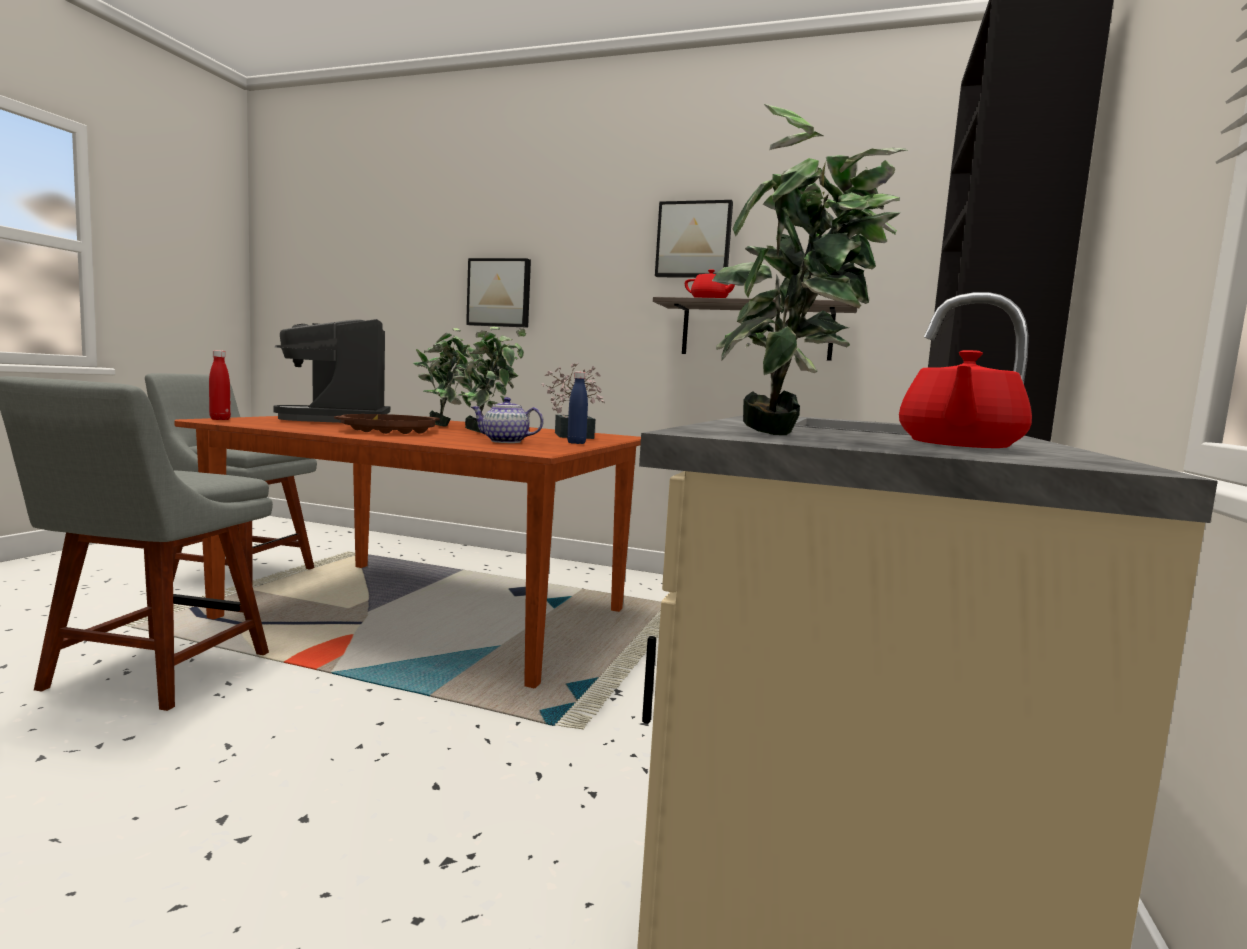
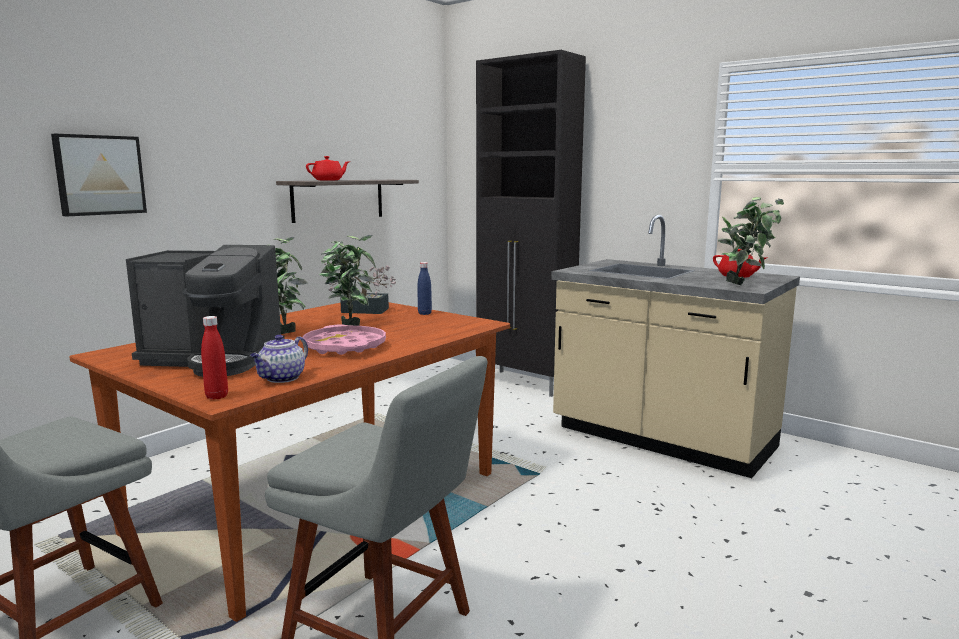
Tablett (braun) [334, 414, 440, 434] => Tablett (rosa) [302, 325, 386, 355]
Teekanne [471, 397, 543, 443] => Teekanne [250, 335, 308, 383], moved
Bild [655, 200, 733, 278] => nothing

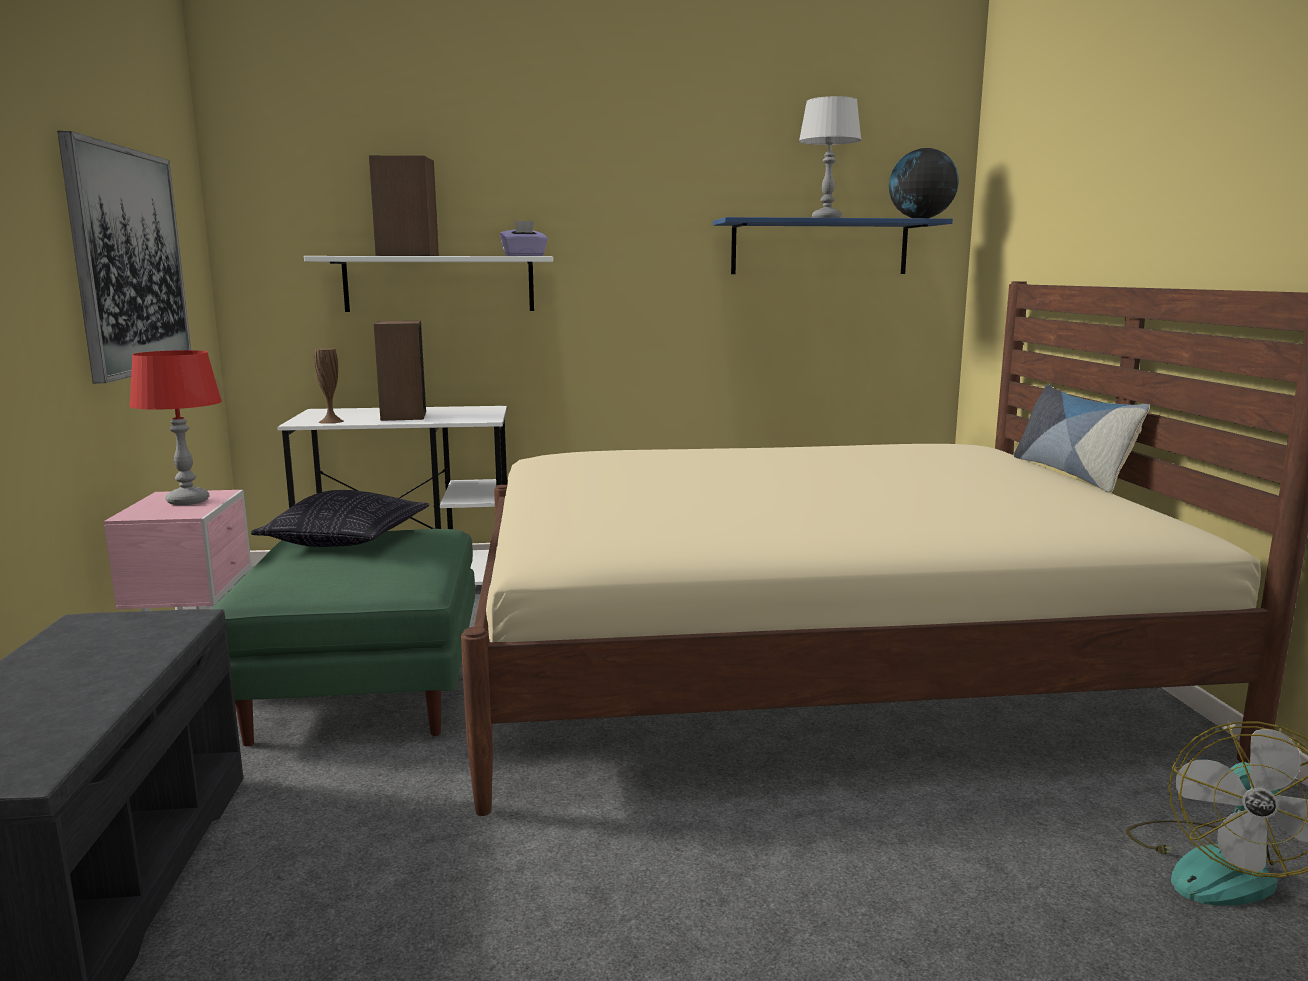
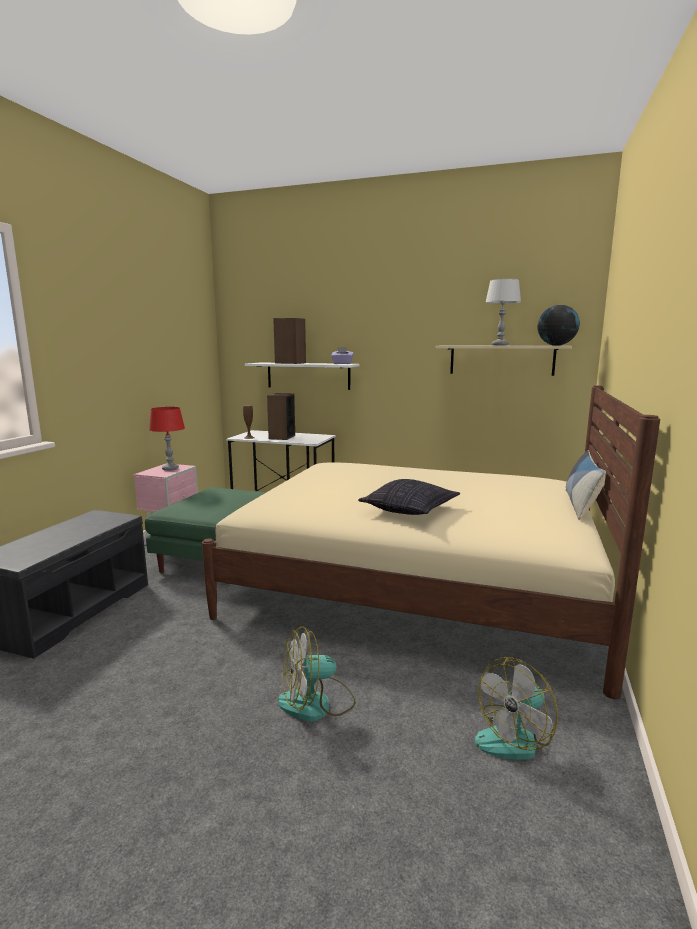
Bild [57, 131, 191, 383] => nothing
Kissen [251, 490, 429, 547] => Kissen [358, 479, 460, 515], moved
Wandregal (blau) [713, 217, 953, 274] => Wandregal (beige) [436, 346, 572, 376]
nothing => Ventilator [278, 626, 356, 721]

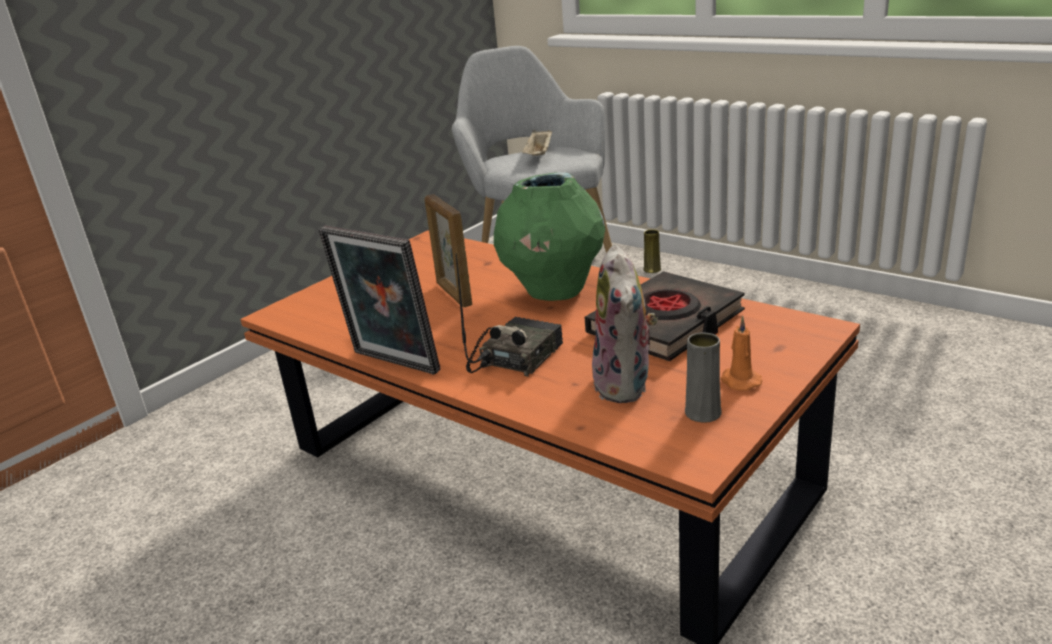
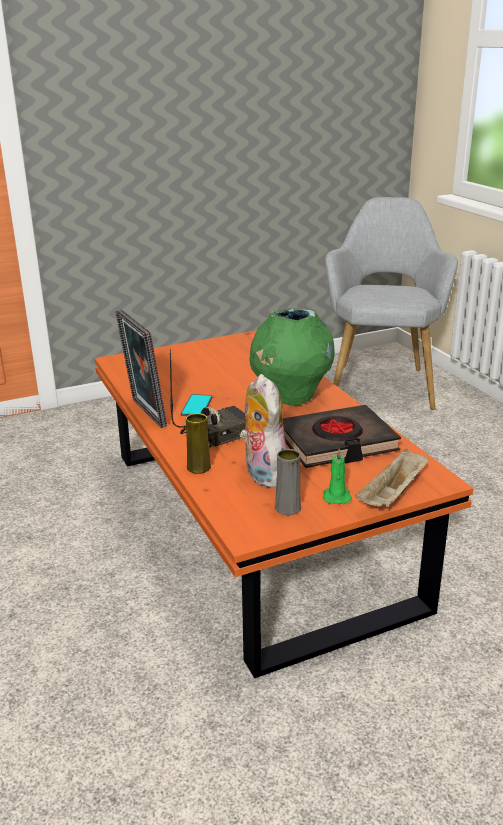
Bilderrahmen [425, 194, 472, 307] => nothing
Tablett (beige) [522, 130, 552, 156] => Tablett (beige) [356, 449, 429, 507], moved
Plüschtier [592, 244, 658, 403] => Plüschtier [240, 374, 287, 488], 135 degrees clockwise
Vase (gelb) [644, 229, 661, 273] => Vase (gelb) [186, 413, 211, 474], moved
Kerze (orange) [721, 316, 763, 391] => Kerze (grün) [323, 449, 352, 504]
nothing => Handy [181, 394, 212, 416]

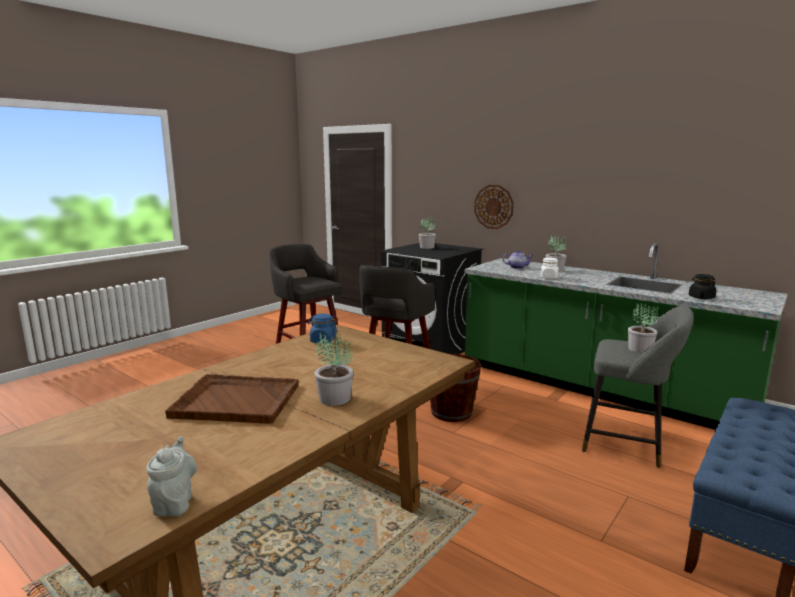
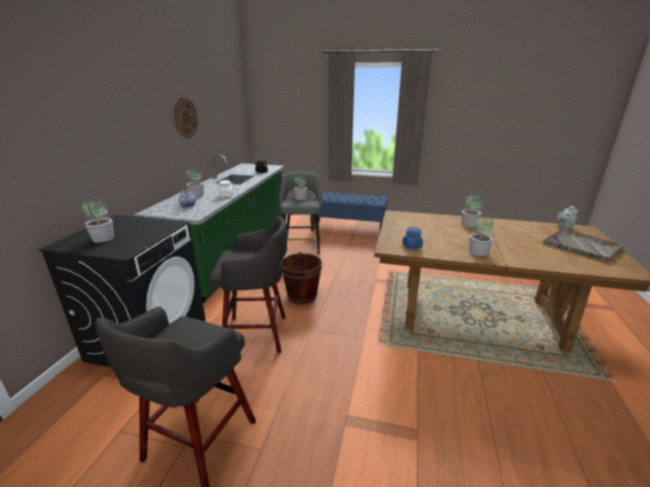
Tablett (braun) [165, 374, 299, 424] => nothing
Wanduhr [474, 185, 514, 229] => Wanduhr [174, 98, 198, 138], moved
nothing => Topfpflanze [469, 217, 494, 256]
nothing => Tablett (grau) [543, 229, 624, 262]

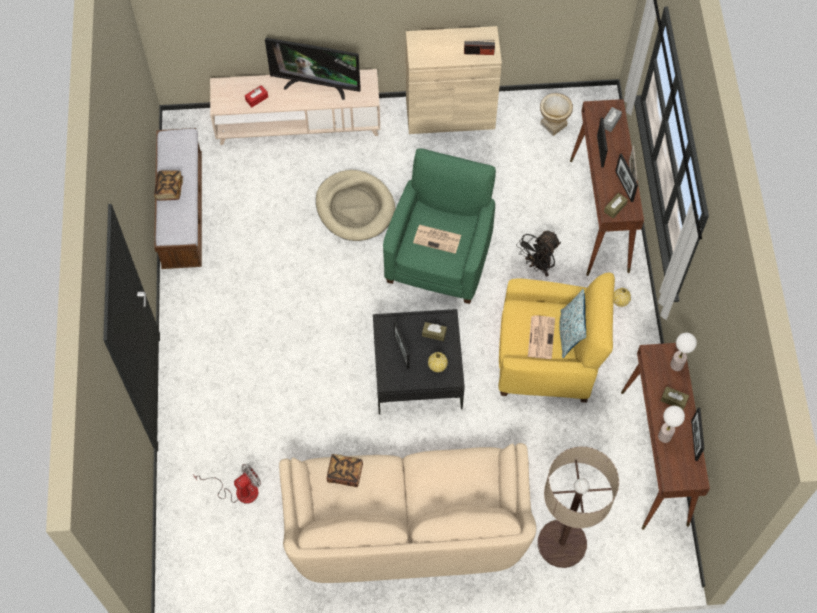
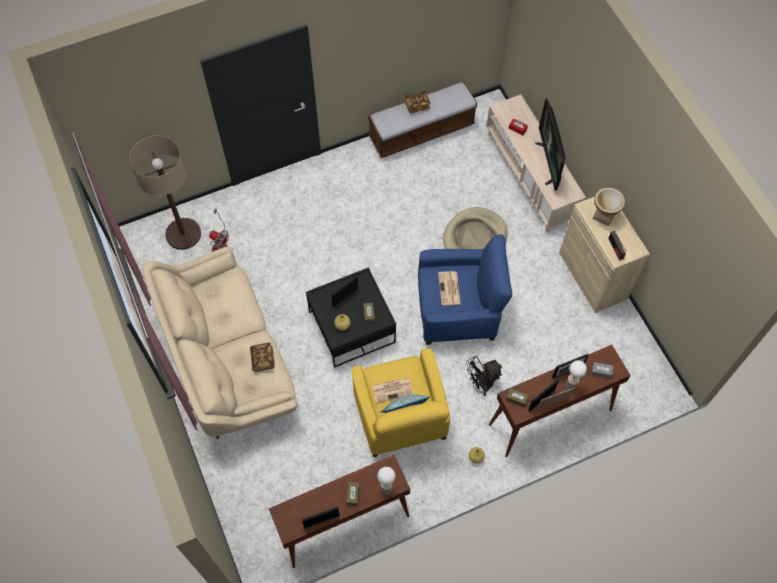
Buch [327, 454, 363, 487] => Buch [250, 342, 275, 372], moved
Sessel (grün) [383, 148, 496, 304] => Sessel (blau) [418, 234, 512, 345]
Ventilator (schwarz) [516, 231, 561, 276] => Ventilator (schwarz) [466, 356, 503, 396], 45 degrees counterclockwise
Stehlampe [538, 447, 619, 568] => Stehlampe [129, 135, 201, 250], moved
Vase [540, 93, 573, 136] => Vase [593, 187, 626, 226], moved
Tischlampe [658, 406, 685, 443] => Tischlampe [565, 360, 587, 390], moved

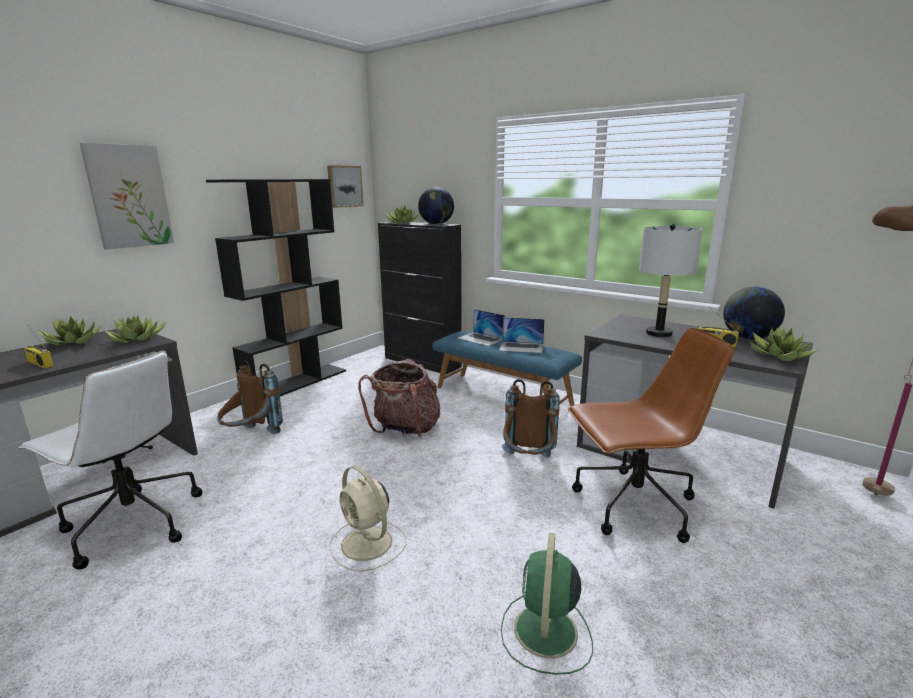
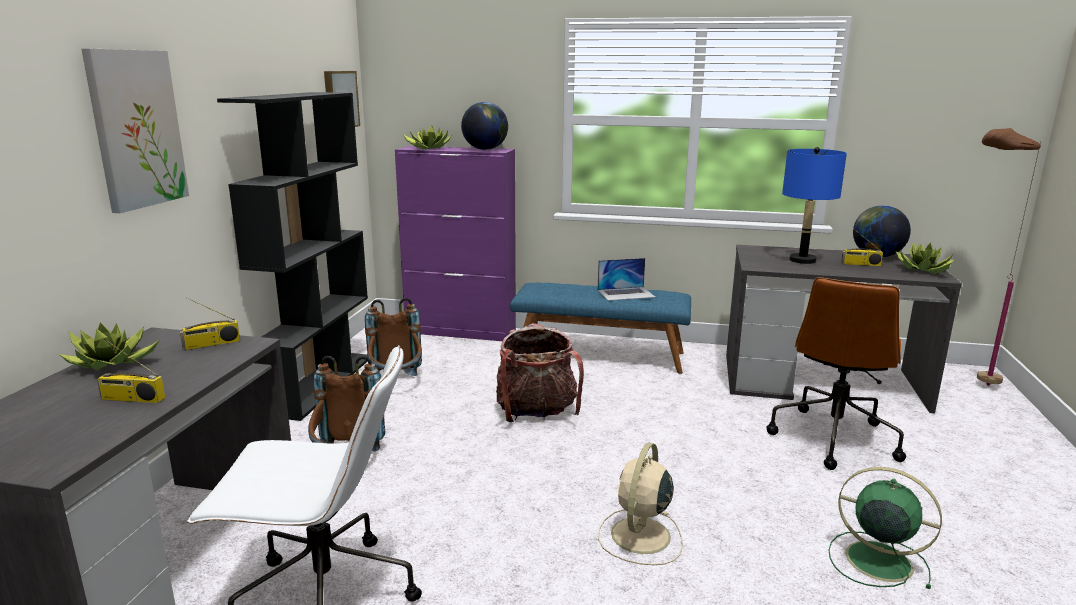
Topfpflanze [105, 315, 166, 343] => Radio [180, 298, 240, 350]
Ventilator (beige) [329, 466, 407, 571] => Ventilator (beige) [598, 443, 683, 565], 90 degrees clockwise
Schrank (schwarz) [378, 222, 462, 375] => Schrank (lila) [395, 146, 516, 341]
Laptop [458, 309, 505, 346] => nothing
Ventilator (grün) [501, 533, 593, 675] => Ventilator (grün) [828, 467, 942, 589], 135 degrees clockwise
Rucksack (braun) [502, 379, 560, 458] => Rucksack (braun) [365, 298, 422, 376], moved
Bürostuhl (braun) [568, 328, 734, 543] => Bürostuhl (braun) [767, 277, 906, 470], 150 degrees clockwise
Tischlampe (grau) [639, 224, 702, 337] => Tischlampe (blau) [782, 147, 847, 264]

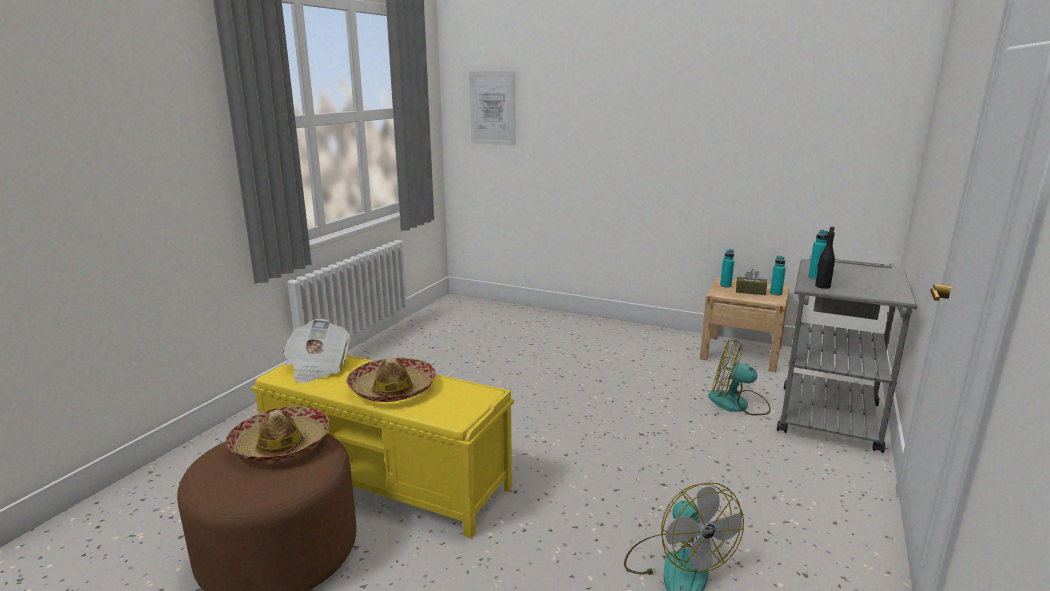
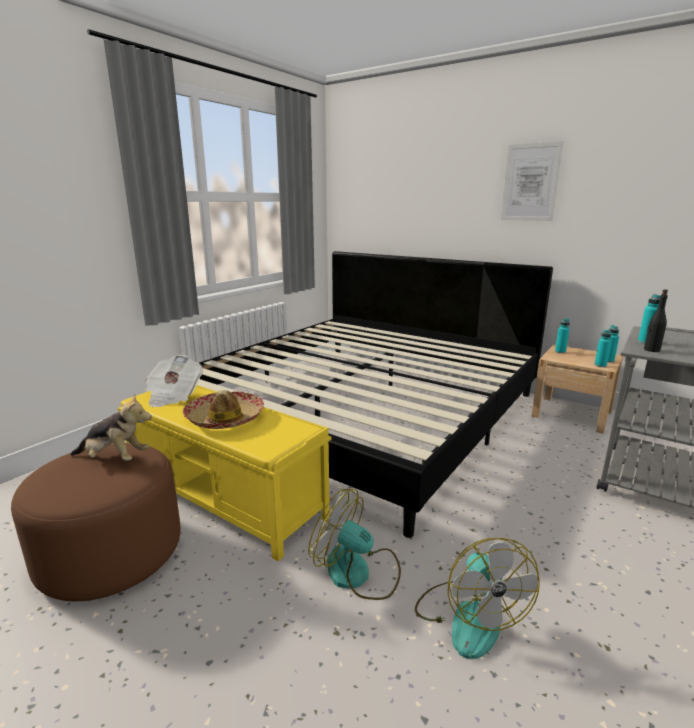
Hut [225, 406, 329, 462] => Plüschtier [71, 393, 152, 461]
Bild [469, 71, 516, 145] => Bild [501, 141, 564, 221], moved
Ventilator [708, 339, 771, 415] => Ventilator [308, 489, 401, 600], moved
Taschentuchbox (braun) [736, 269, 767, 295] => nothing
nothing => Bett [197, 251, 553, 538]
nothing => Flasche (türkis) [594, 330, 611, 367]

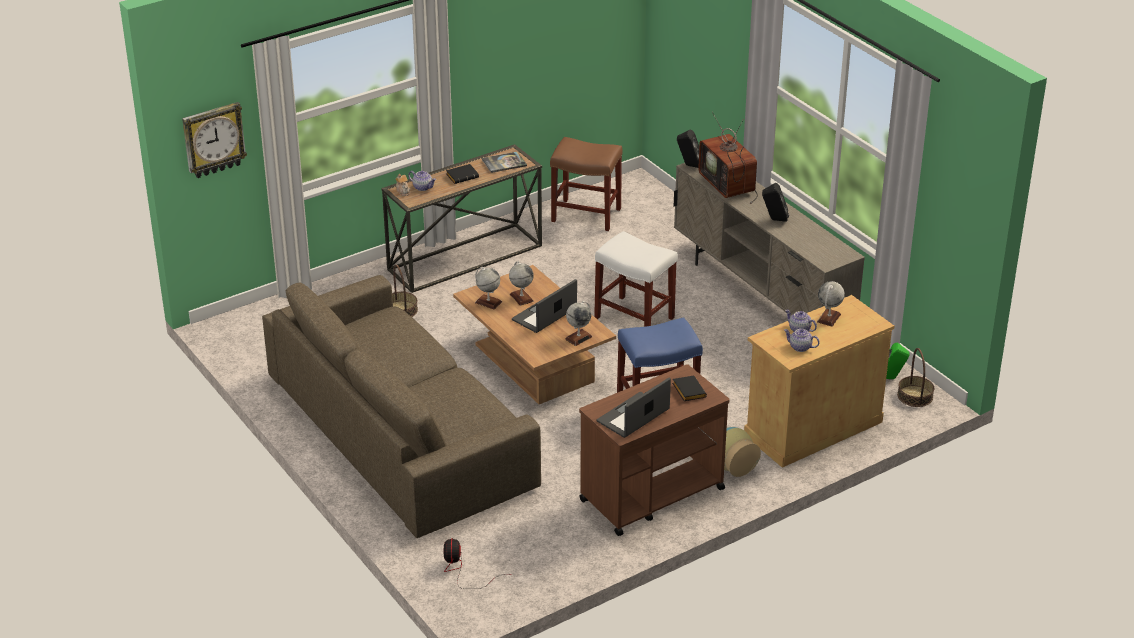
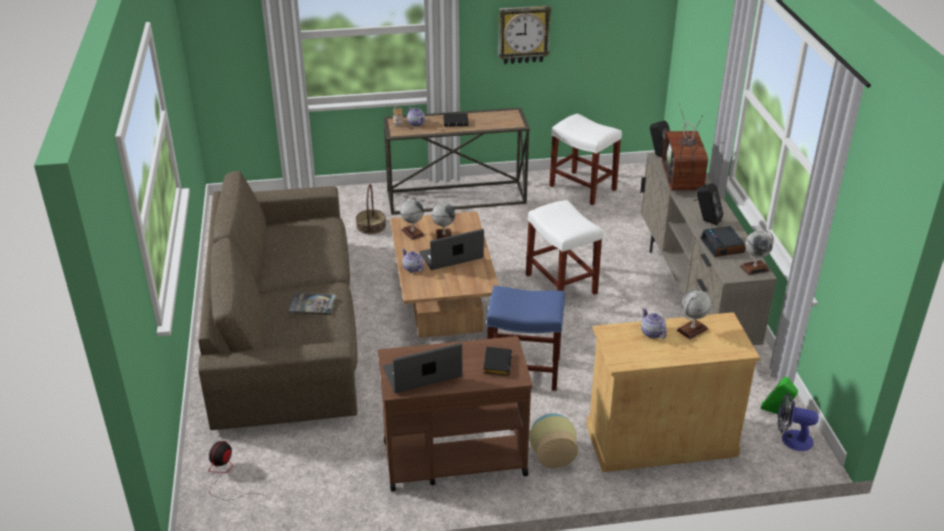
Wanduhr [182, 102, 247, 178] => Wanduhr [498, 5, 551, 64], moved
Buch [482, 152, 527, 173] => Buch [288, 293, 336, 315], moved
Hocker (braun) [550, 137, 622, 231] => Hocker (weiß) [549, 113, 622, 205]
Globus [565, 301, 593, 346] => Globus [740, 230, 774, 275], moved
Teekanne [784, 329, 820, 352] => Teekanne [402, 249, 424, 272], moved
Korb [897, 348, 934, 407] => Ventilator [778, 393, 819, 451]
nothing => Wecker [700, 226, 746, 257]

